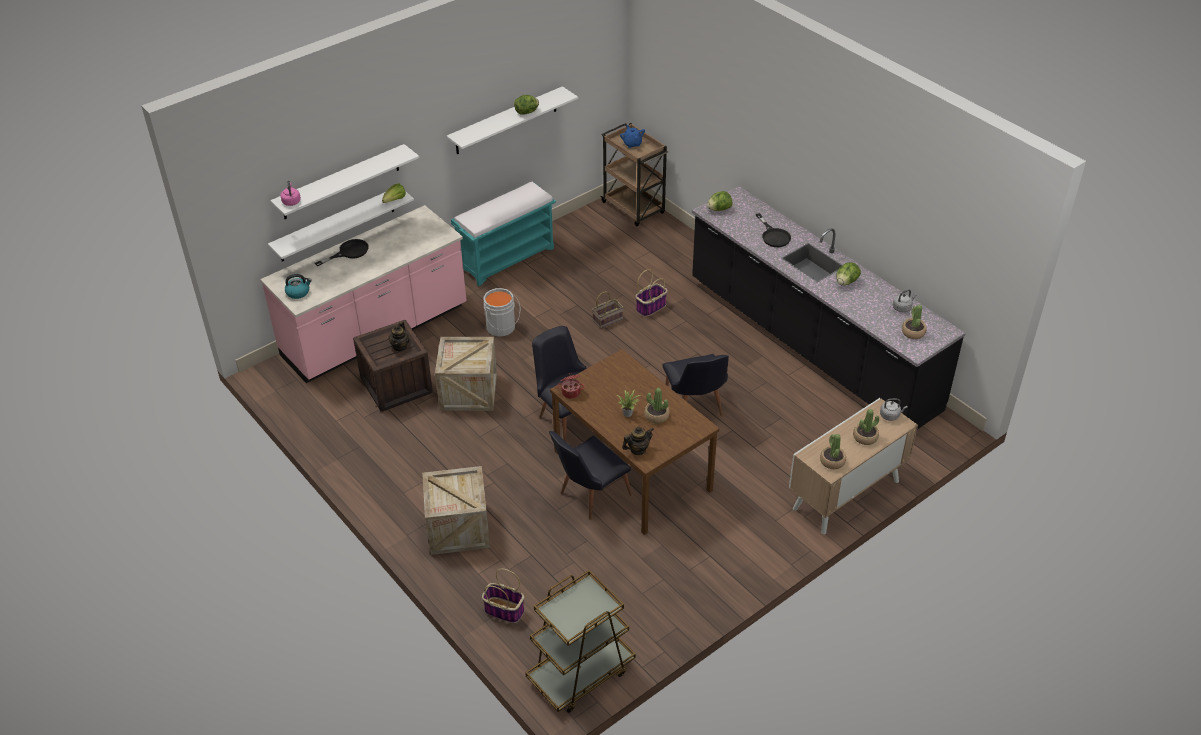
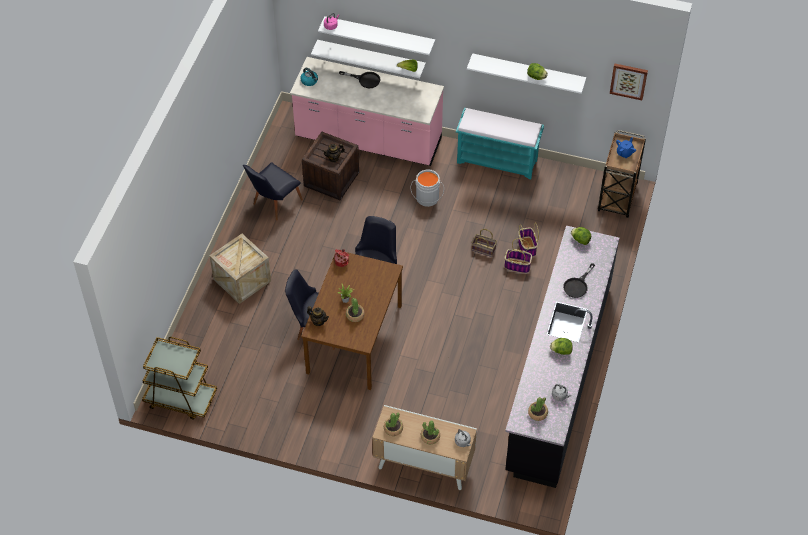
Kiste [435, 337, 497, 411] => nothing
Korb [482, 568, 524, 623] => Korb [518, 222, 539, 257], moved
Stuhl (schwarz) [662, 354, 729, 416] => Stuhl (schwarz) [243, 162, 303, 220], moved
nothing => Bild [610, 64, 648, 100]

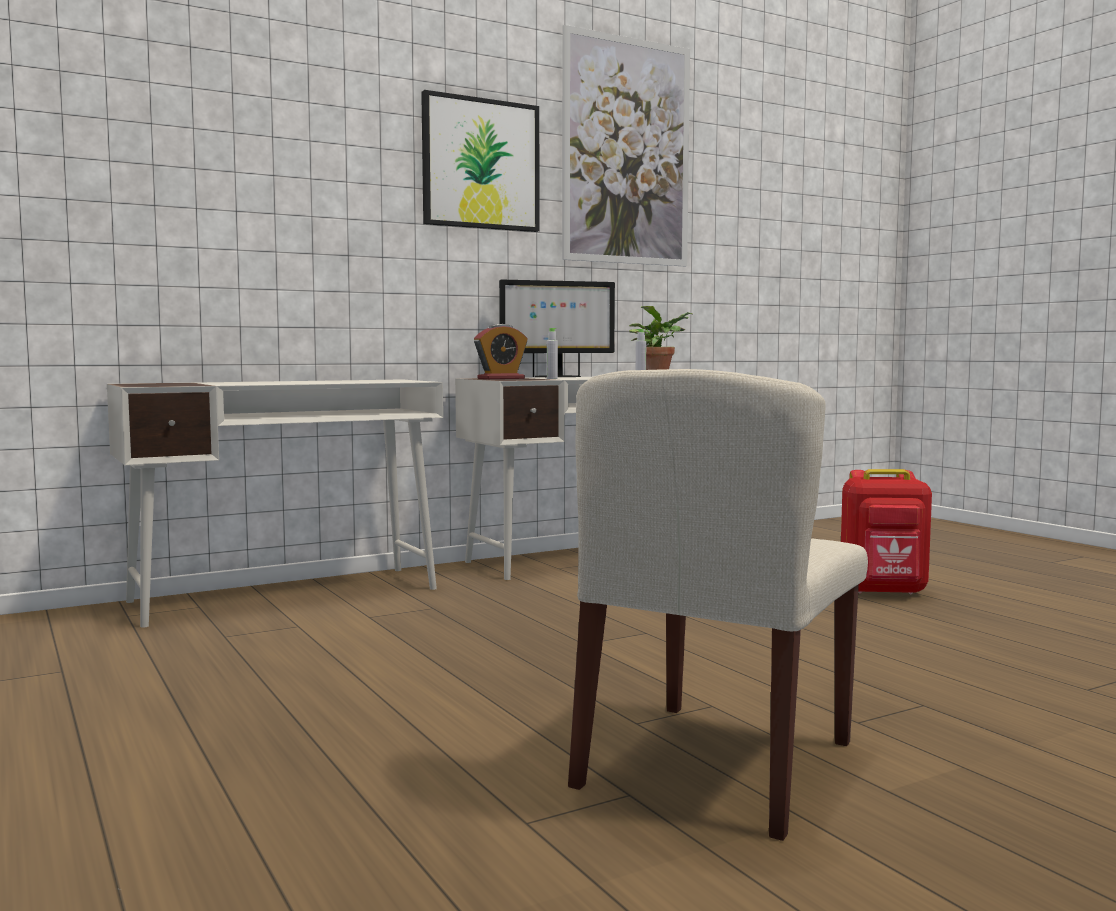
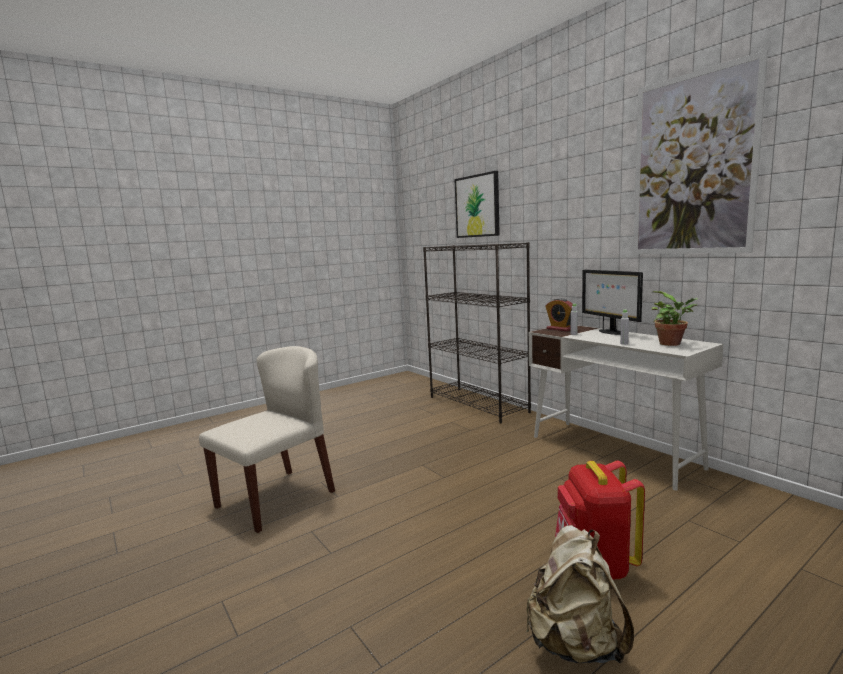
Schreibtisch (weiß) [107, 379, 443, 628] => Bücherregal (schwarz) [423, 242, 531, 424]
Bild [421, 90, 540, 232] => Bild [454, 171, 500, 238], moved
Stuhl (beige) [568, 369, 868, 841] => Stuhl (beige) [199, 346, 335, 533], 105 degrees clockwise
nothing => Rucksack (beige) [526, 525, 634, 664]

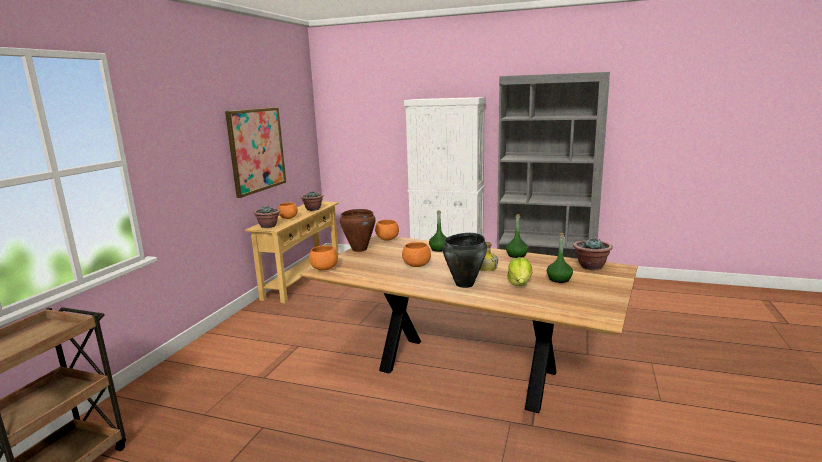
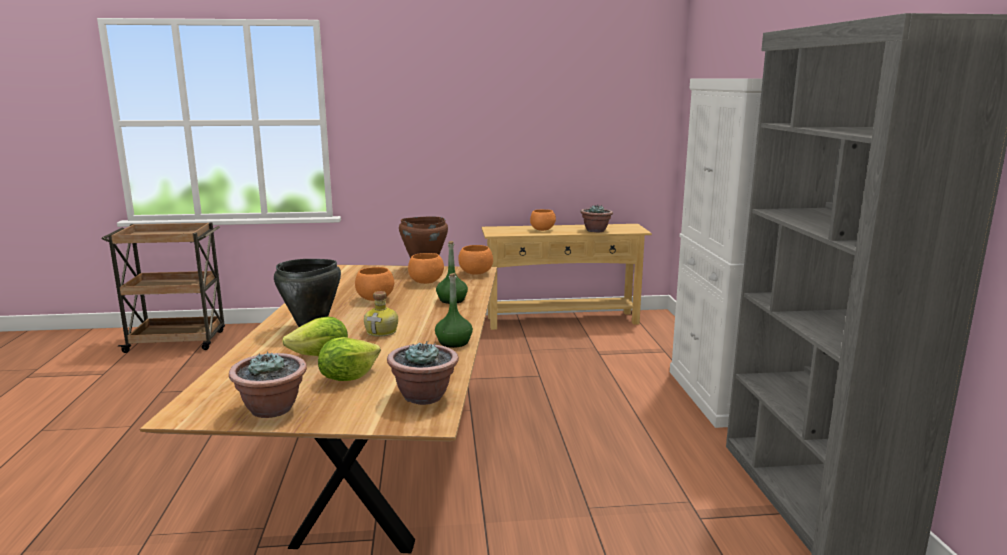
Bild [225, 107, 286, 198] => nothing
Topfpflanze [254, 206, 280, 228] => Topfpflanze [229, 351, 307, 418], moved
Schüssel (orange) [309, 245, 338, 271] => Schüssel (orange) [408, 253, 444, 284], moved
Flasche (grün) [547, 233, 573, 283] => Salatkopf [318, 337, 381, 381]

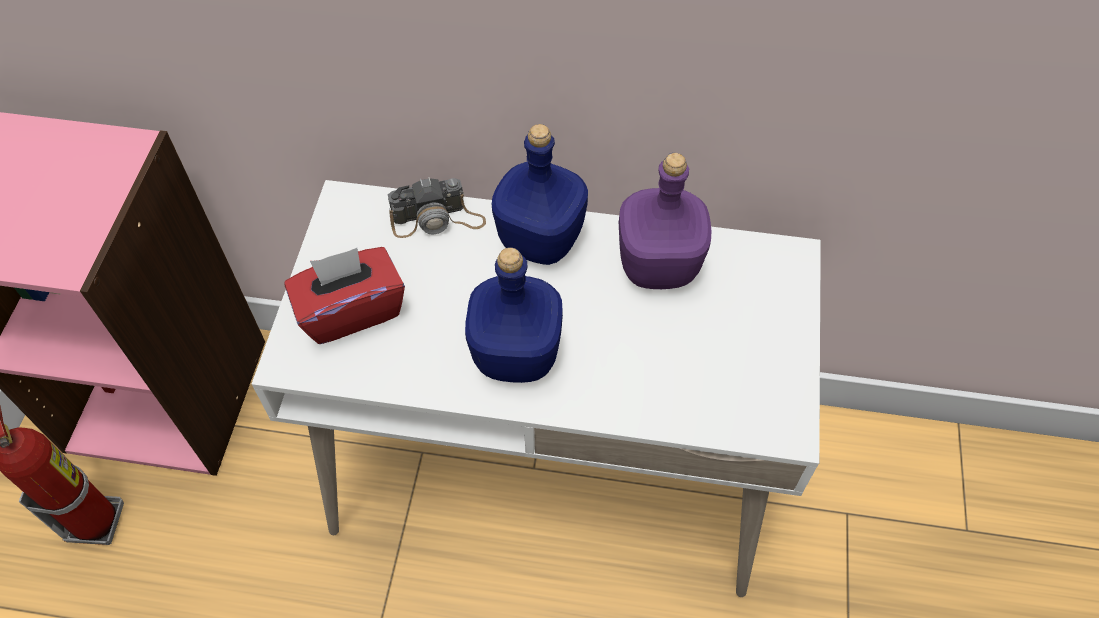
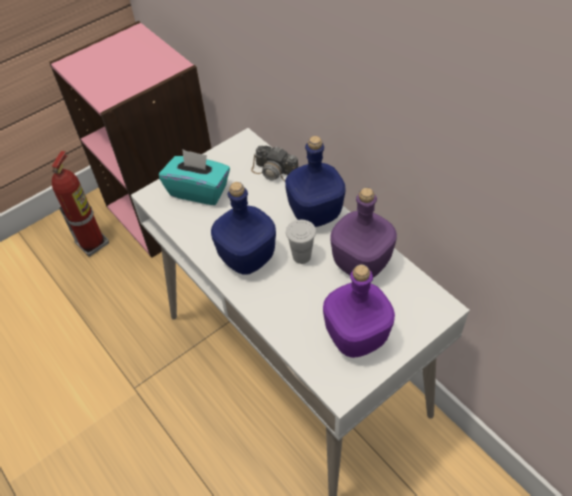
Taschentuchbox (rot) [284, 247, 405, 344] => Taschentuchbox (türkis) [159, 149, 230, 205]
nothing => Tasse (weiß) [286, 220, 316, 264]
nothing => Flasche (lila) [323, 264, 395, 358]

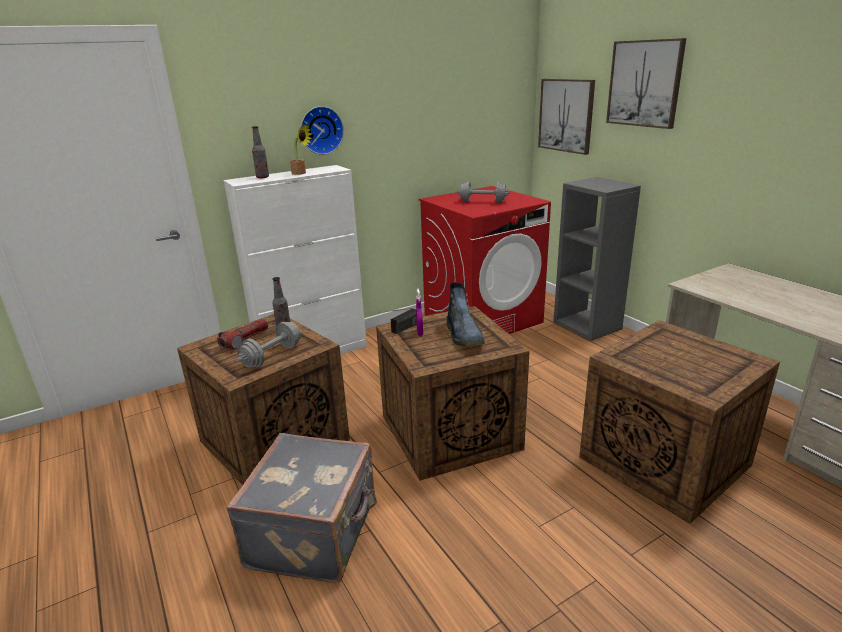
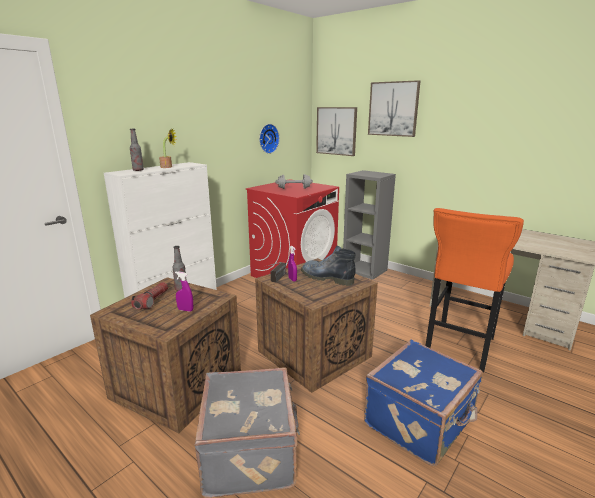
Hantel (grau) [237, 322, 301, 367] => Sprühflasche (lila) [175, 271, 193, 312]
Wanduhr [301, 106, 344, 155] => Wanduhr [259, 124, 279, 154], moved
Stiefel [447, 283, 484, 346] => Stiefel [301, 246, 356, 286], 150 degrees clockwise
Kiste [579, 320, 780, 524] => Hocker (orange) [425, 208, 524, 372]
nothing => Koffer (blau) [364, 339, 483, 466]

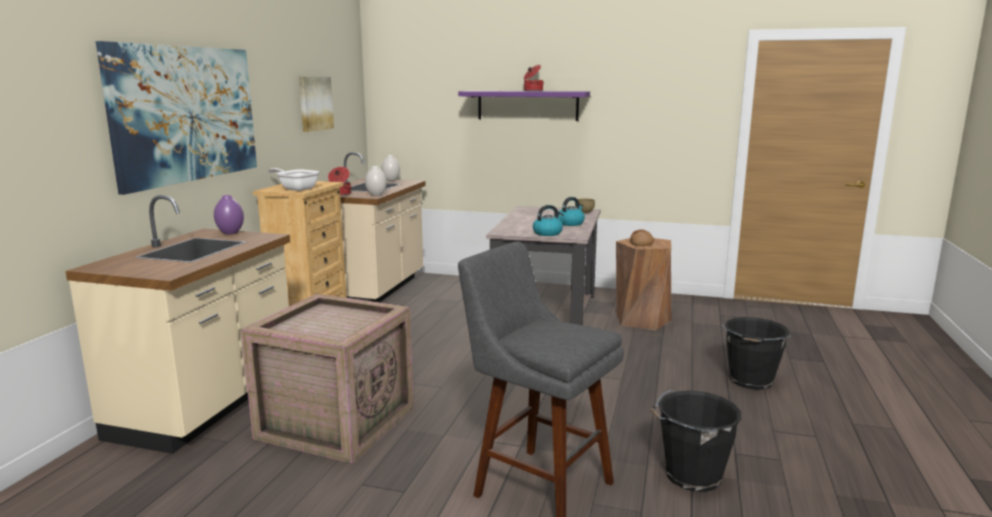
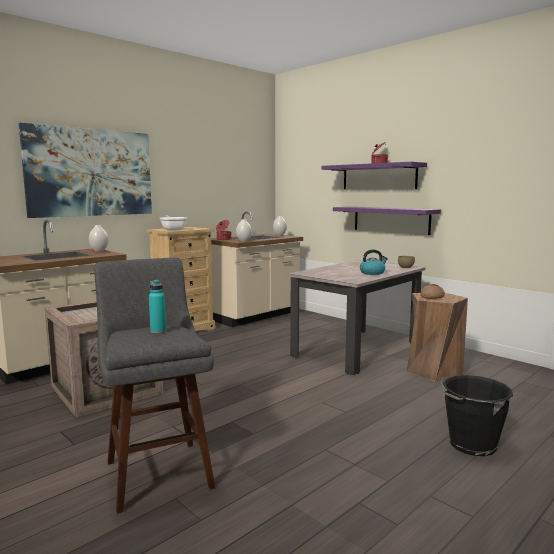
Vase (lila) [214, 195, 244, 234] => Vase (weiß) [89, 225, 109, 252]
Bild [299, 77, 334, 132] => nothing
Wasserkessel [533, 205, 564, 236] => nothing
Eimer (schwarz) [650, 390, 741, 492] => nothing
nothing => Flasche (türkis) [149, 280, 166, 333]
nothing => Wandregal (lila) [333, 207, 441, 235]

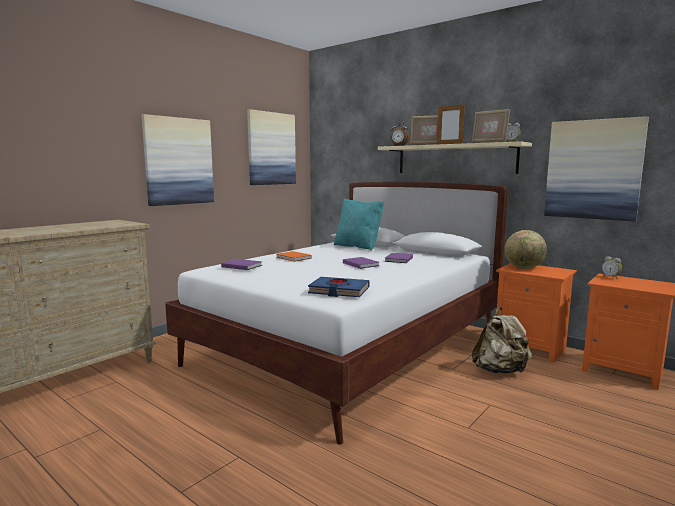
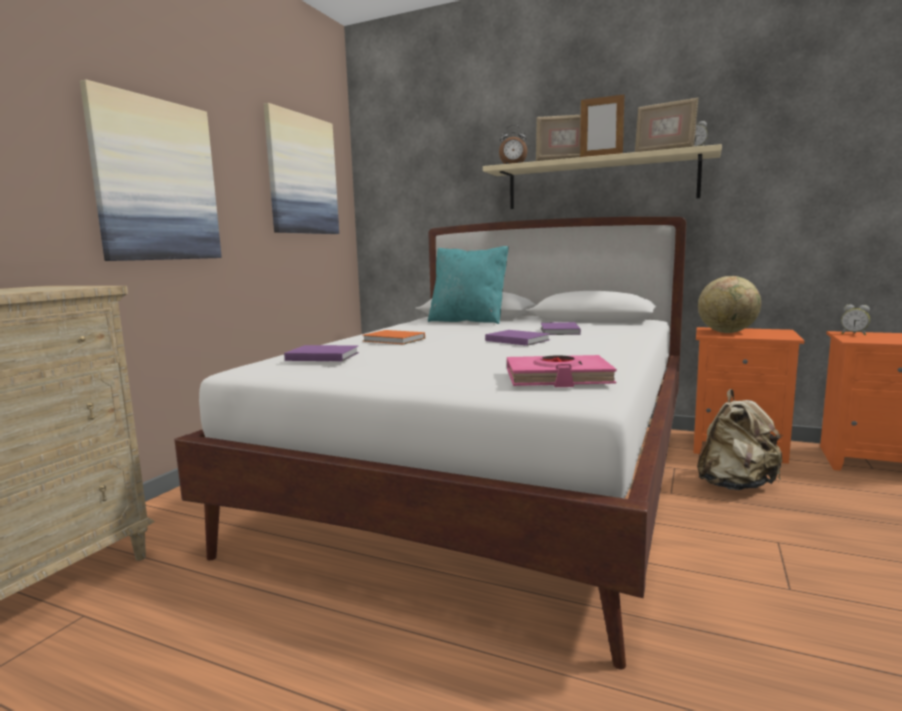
Buch (blau) [308, 277, 369, 297] => Buch (rosa) [507, 355, 617, 387]
Bild [544, 116, 649, 221] => nothing

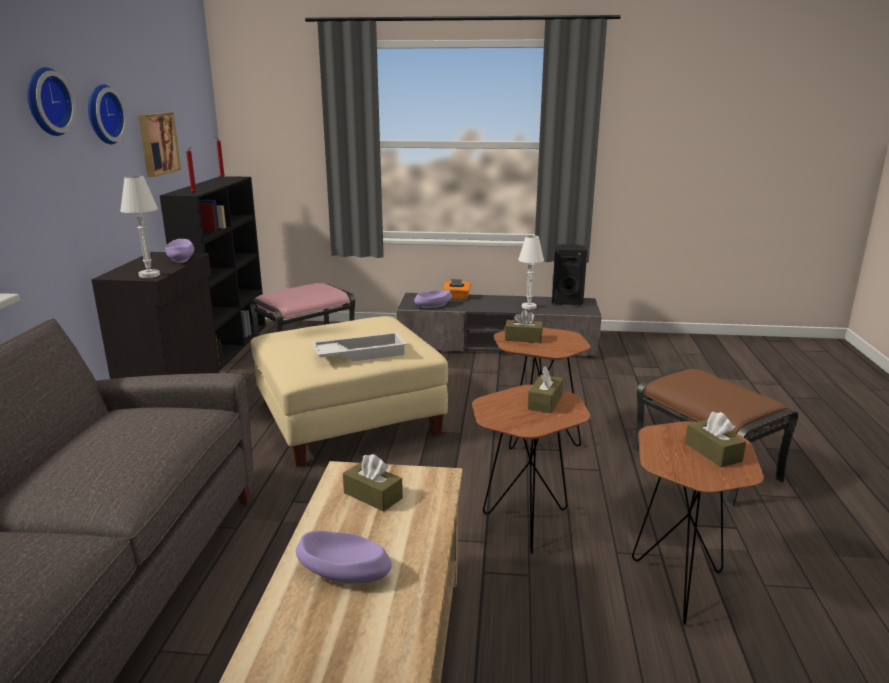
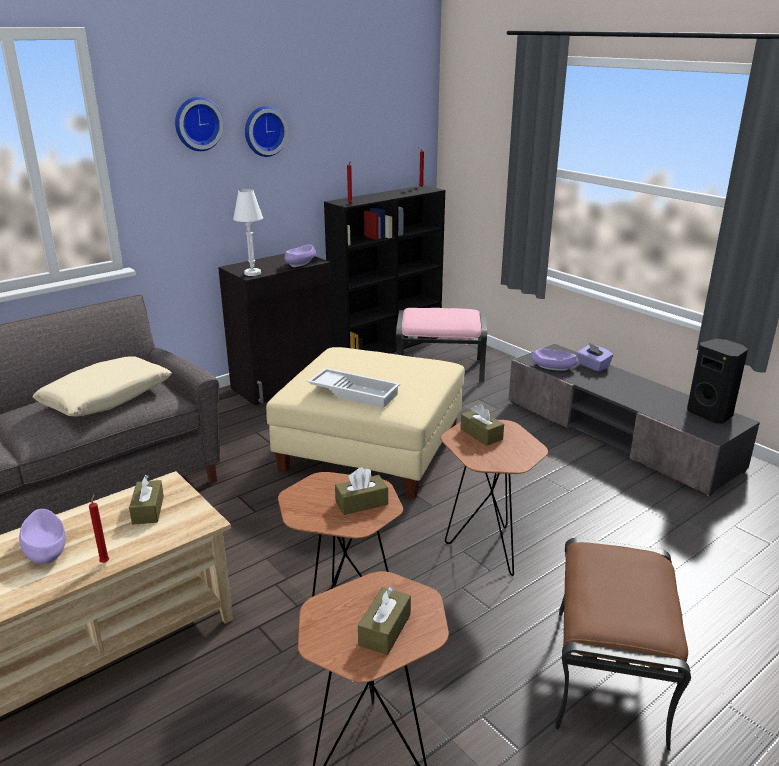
Bild [138, 112, 181, 177] => nothing
Taschentuchbox (orange) [443, 279, 471, 300] => Taschentuchbox (lila) [577, 343, 613, 372]
Tischlampe (weiß) [518, 235, 544, 309] => nothing
nothing => Kissen (beige) [33, 356, 172, 417]
nothing => Kerze (rot) [89, 493, 109, 563]

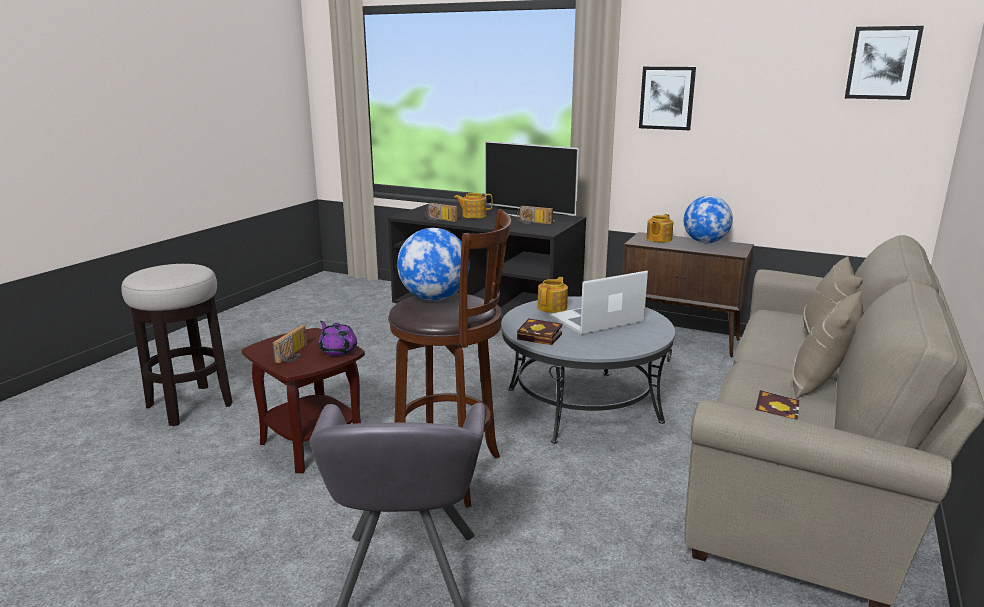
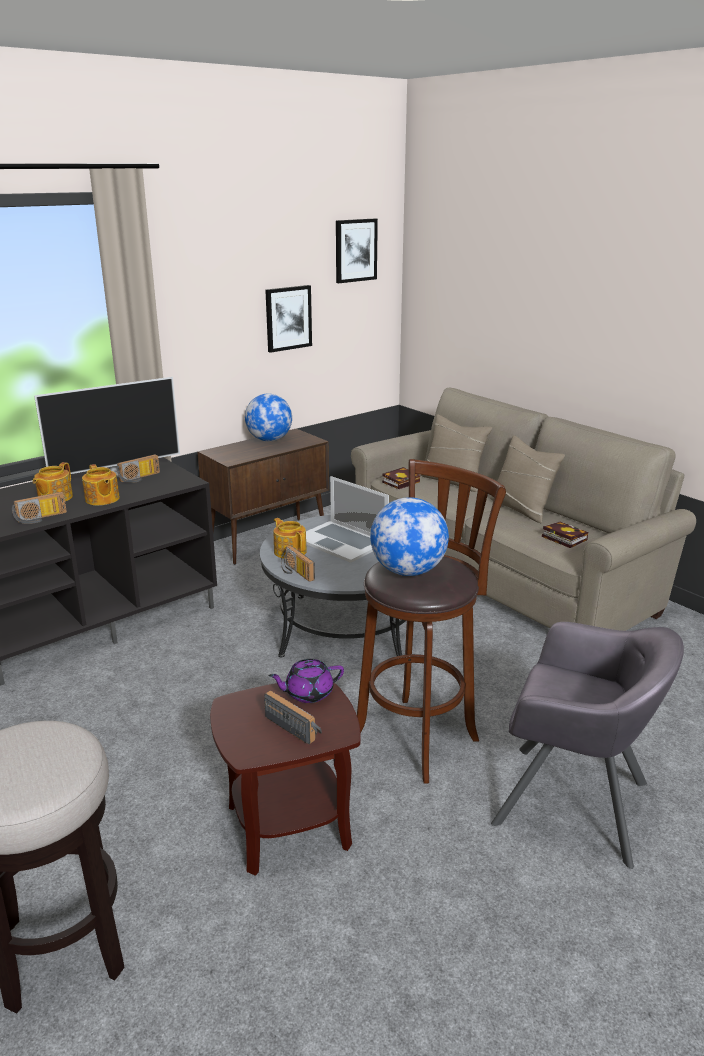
Buch [517, 318, 562, 345] => Buch [382, 467, 420, 489], moved
Laptop [550, 271, 648, 334] => Laptop [306, 476, 389, 563], 45 degrees counterclockwise
Bild [639, 67, 696, 130] => Bild [265, 285, 312, 353], moved
Teekanne [646, 214, 673, 243] => Teekanne [82, 464, 120, 506], moved
nothing => Radio [281, 545, 315, 582]

